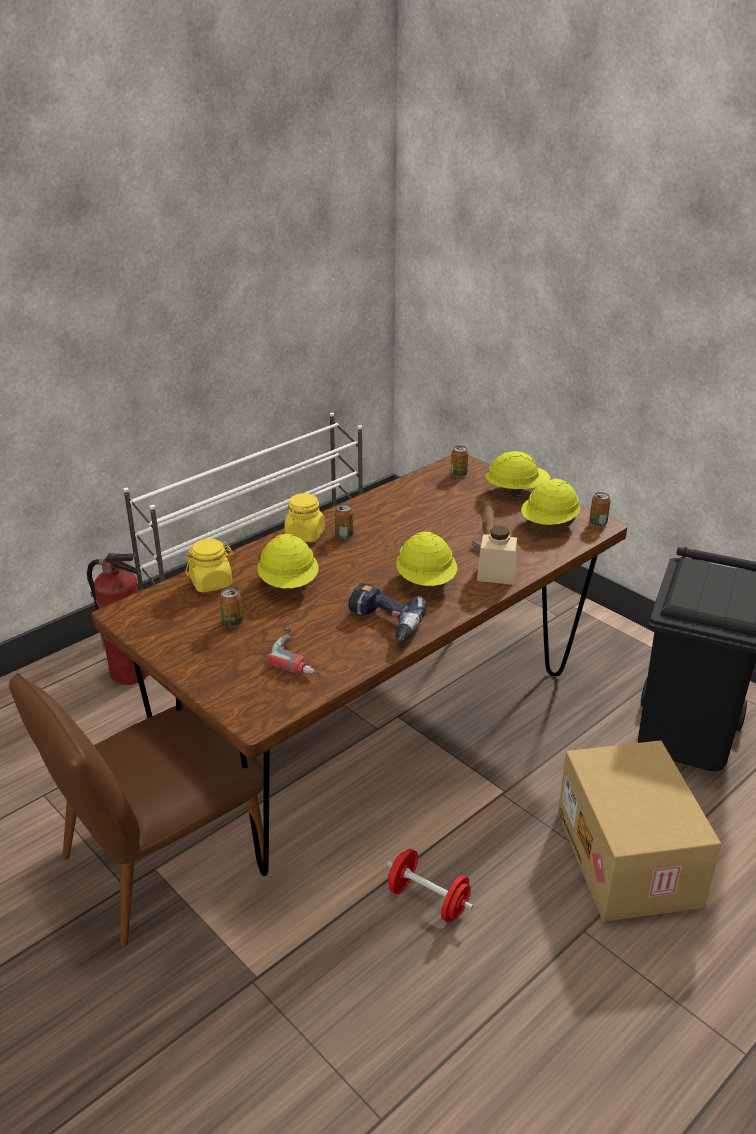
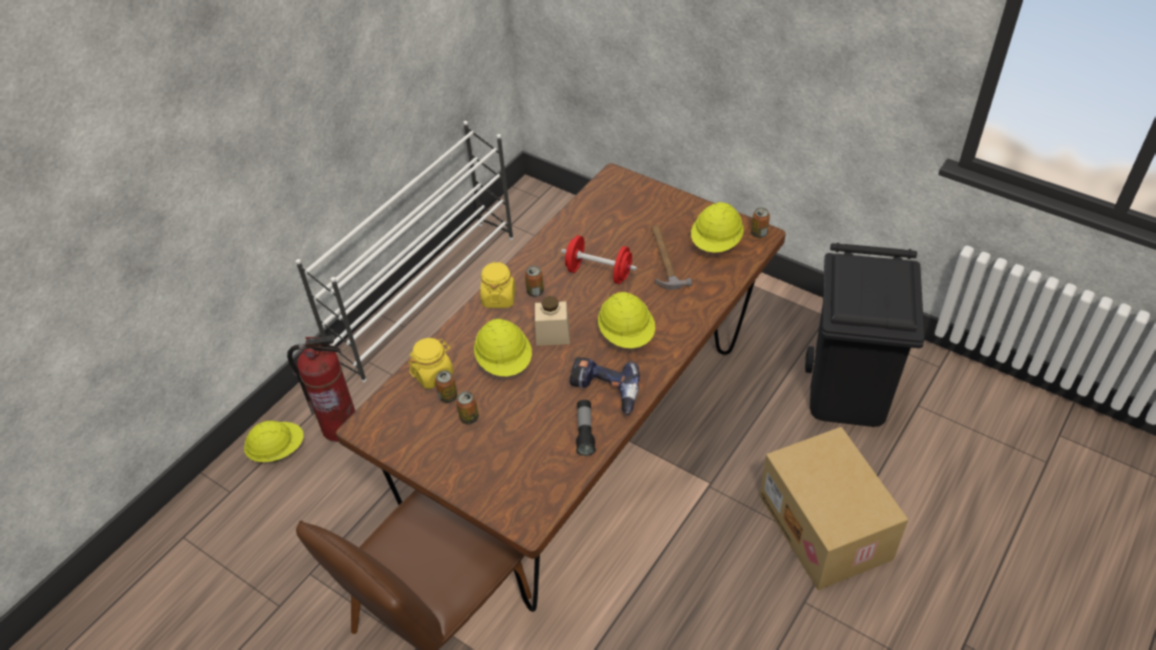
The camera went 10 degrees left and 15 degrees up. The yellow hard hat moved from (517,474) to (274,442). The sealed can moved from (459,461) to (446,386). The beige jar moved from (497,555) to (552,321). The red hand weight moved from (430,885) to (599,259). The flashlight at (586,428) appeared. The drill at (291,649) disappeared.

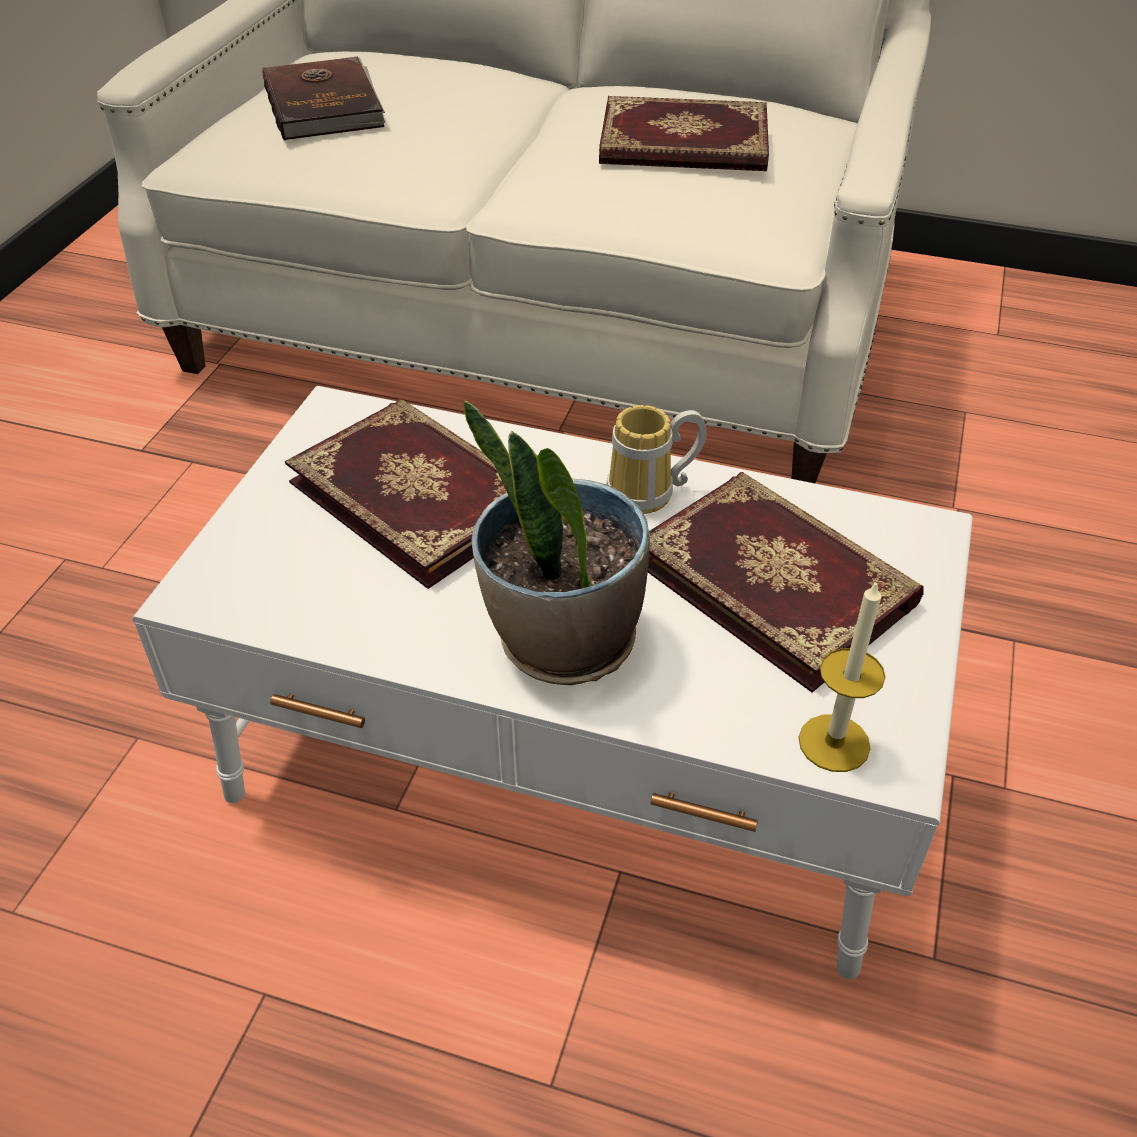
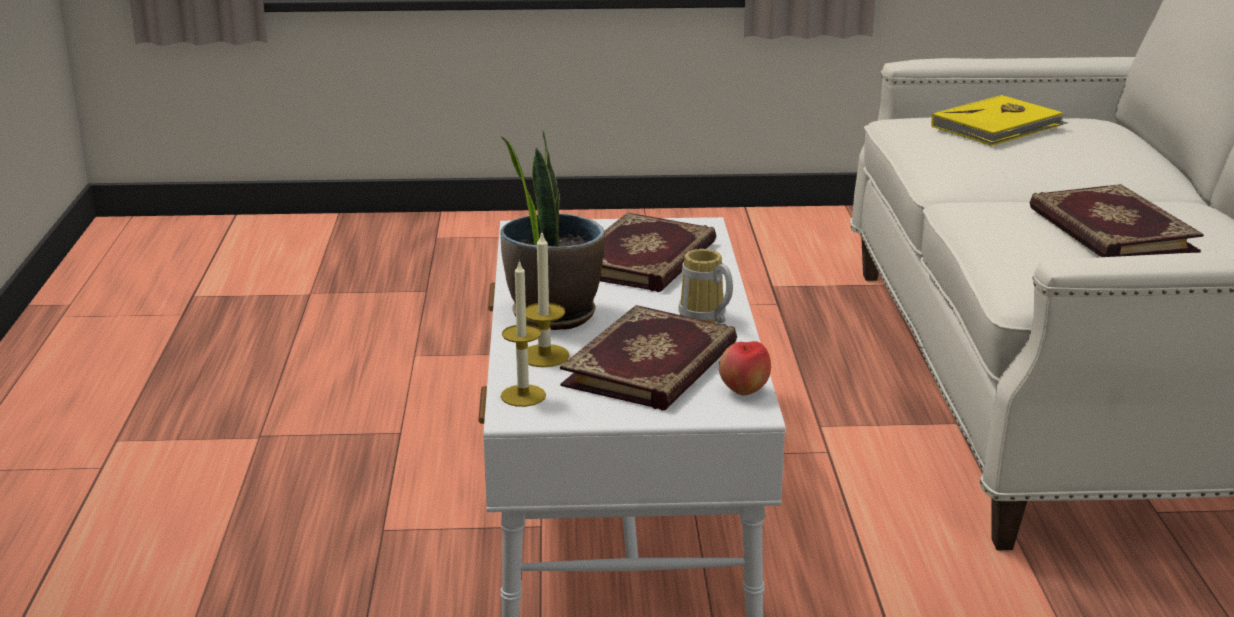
The camera went 70 degrees right and 20 degrees down. The wax candle at (548,300) appeared. The apple fruit at (745,368) appeared. The brownish bound book at (324,99) became the yellow bound book at (999,120).

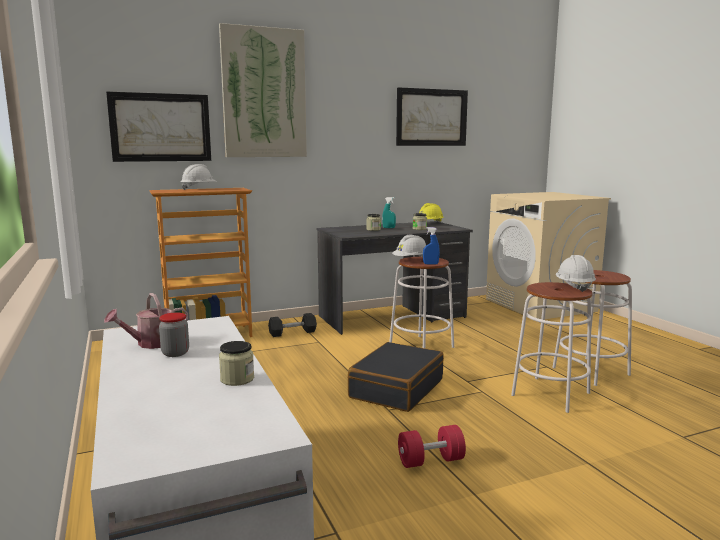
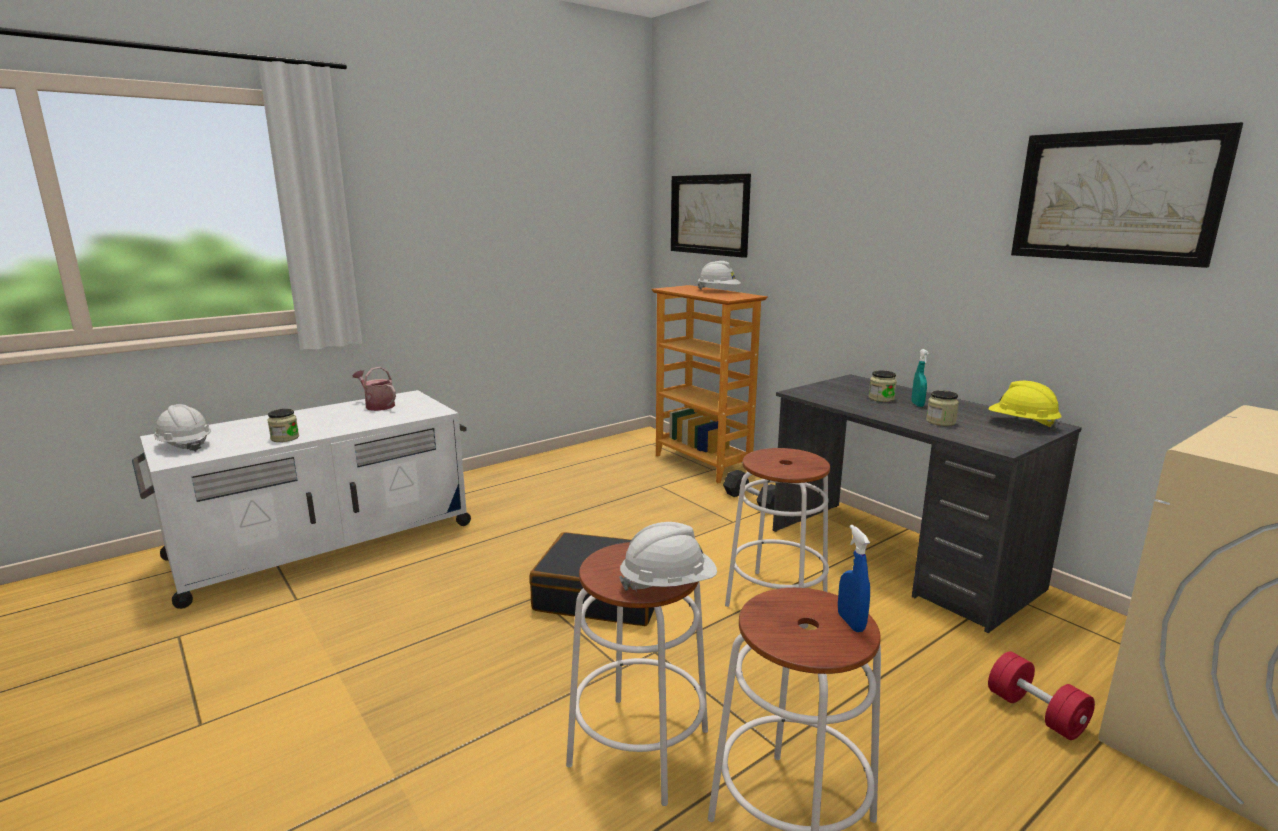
The camera went 75 degrees right and 5 degrees up. The white hard hat moved from (409,246) to (182,428). The blue spray bottle moved from (431,245) to (854,578). The red hand weight moved from (432,446) to (1041,695). The jar at (174,334) disappeared. The wall art at (263,90) disappeared.

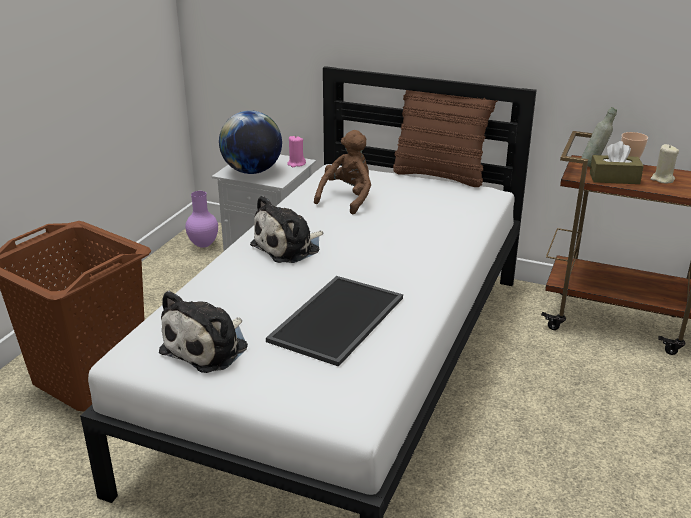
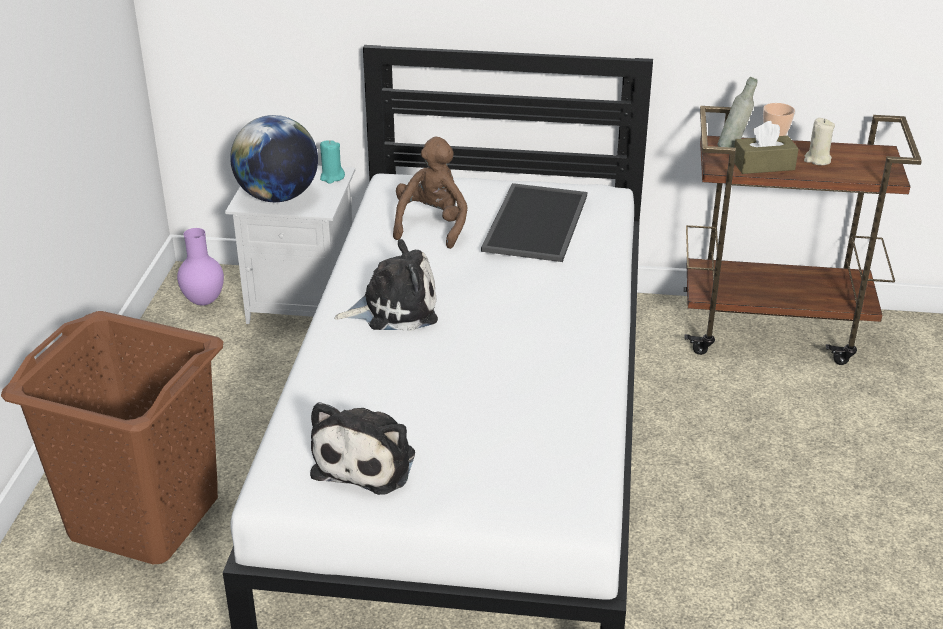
The camera went 15 degrees left and 5 degrees up. The pink-coloured wax candle at (296,151) became the blue-green wax candle at (332,162). The cuddly toy at (286,229) turned 135 degrees counterclockwise. The tray moved from (334,321) to (534,222). The brownish throw pillow at (445,138) disappeared.

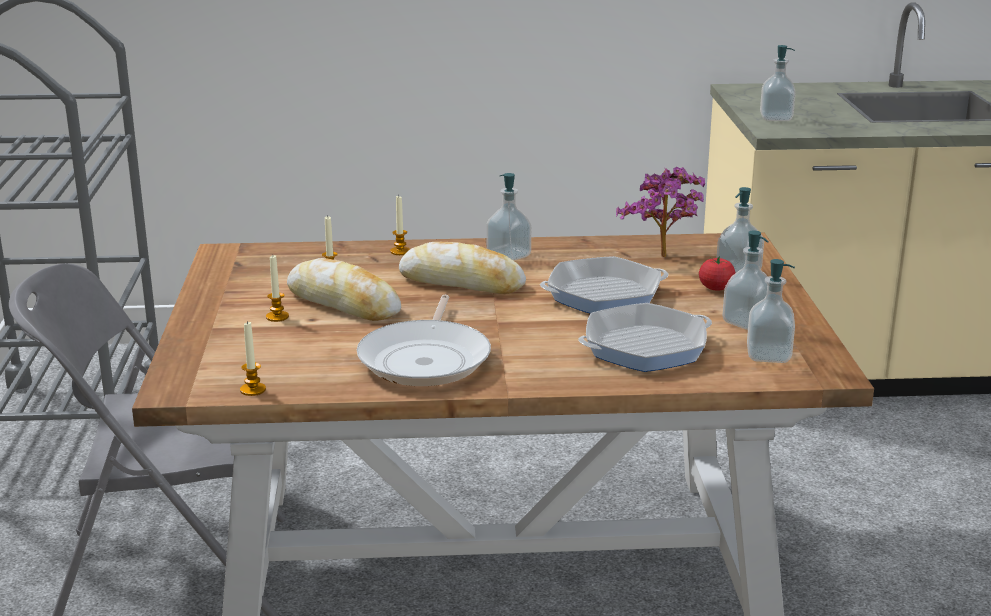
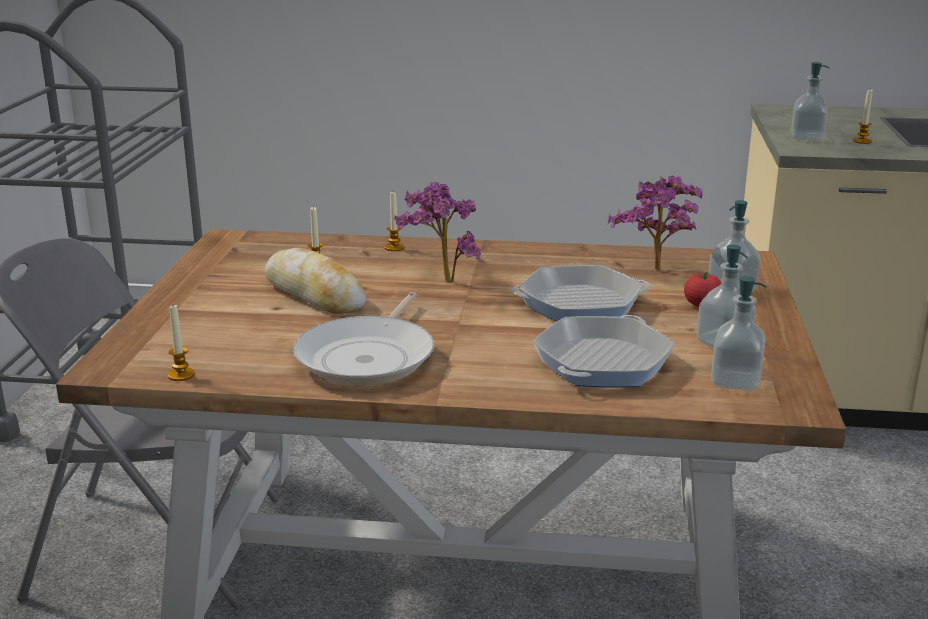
The camera went 10 degrees right and 0 degrees up. The bakery bread at (462,268) was replaced by the potted plant at (437,232). The skillet at (645,337) turned 45 degrees counterclockwise. The wax candle moved from (277,288) to (863,117). The soap dispenser at (509,216) disappeared.

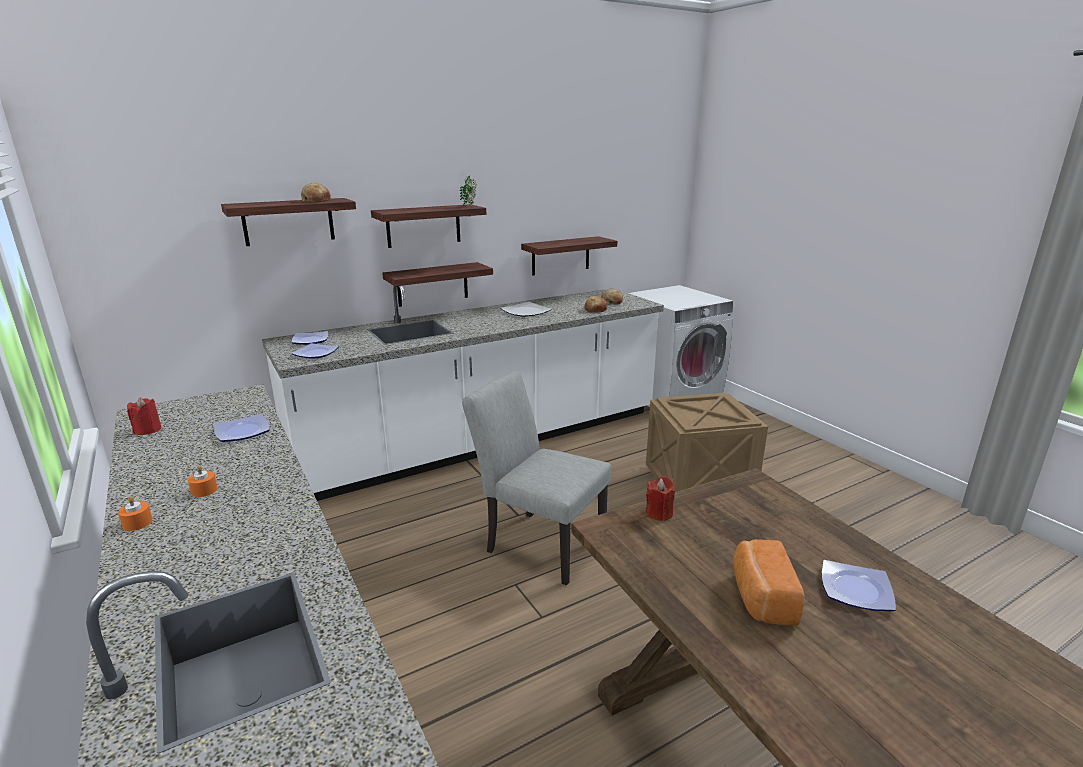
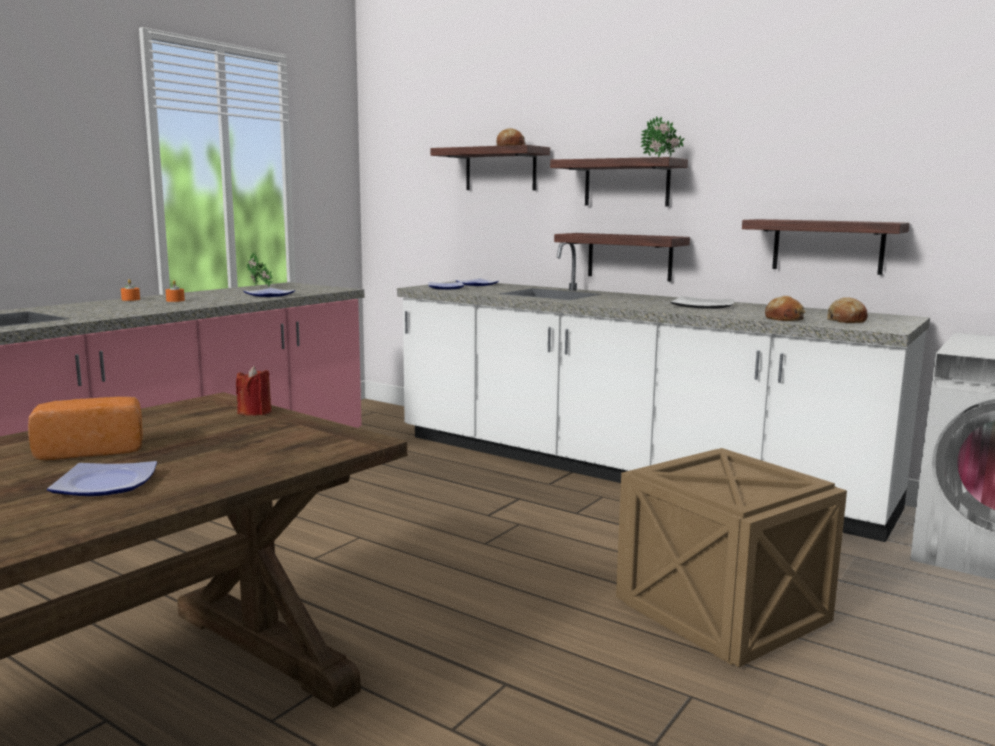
The camera went 65 degrees right and 10 degrees down. The red wax candle at (144,416) was replaced by the potted plant at (260,269). The grey plain chair at (536,478) disappeared.

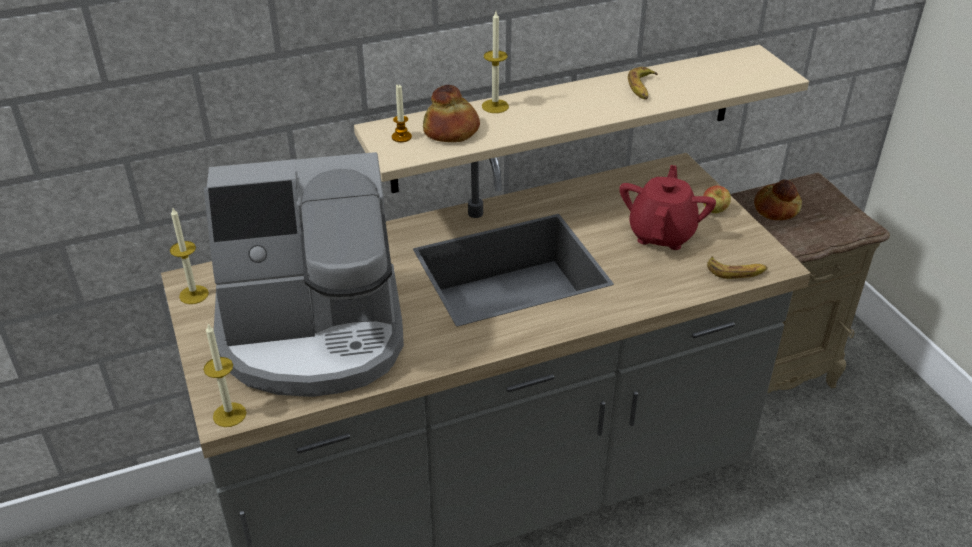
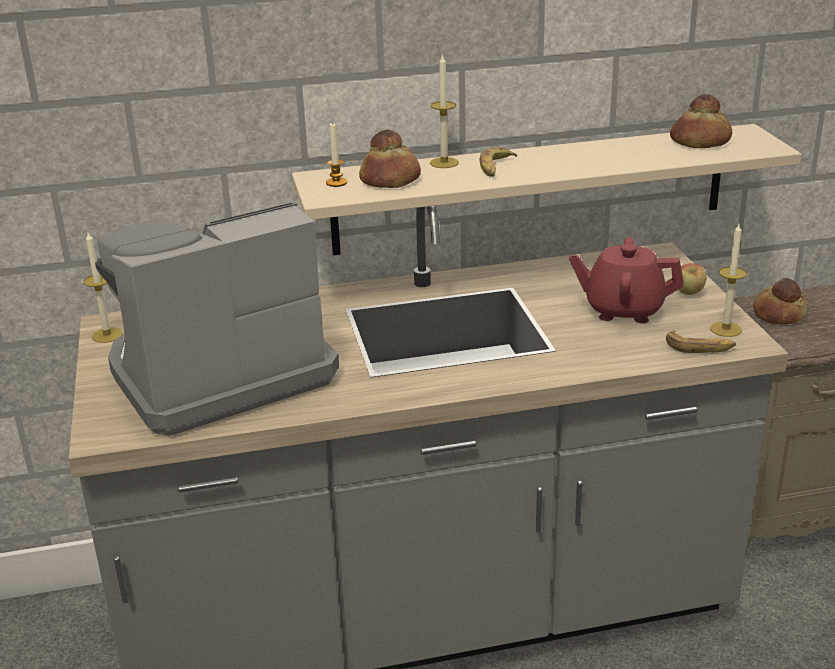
The camera went 10 degrees right and 10 degrees down. The coffee machine at (304,274) turned 150 degrees clockwise. The banana fruit moved from (643,83) to (498,162). The red teapot at (667,207) turned 105 degrees counterclockwise. The bakery bread at (701,121) appeared. The wax candle moved from (224,375) to (728,280).

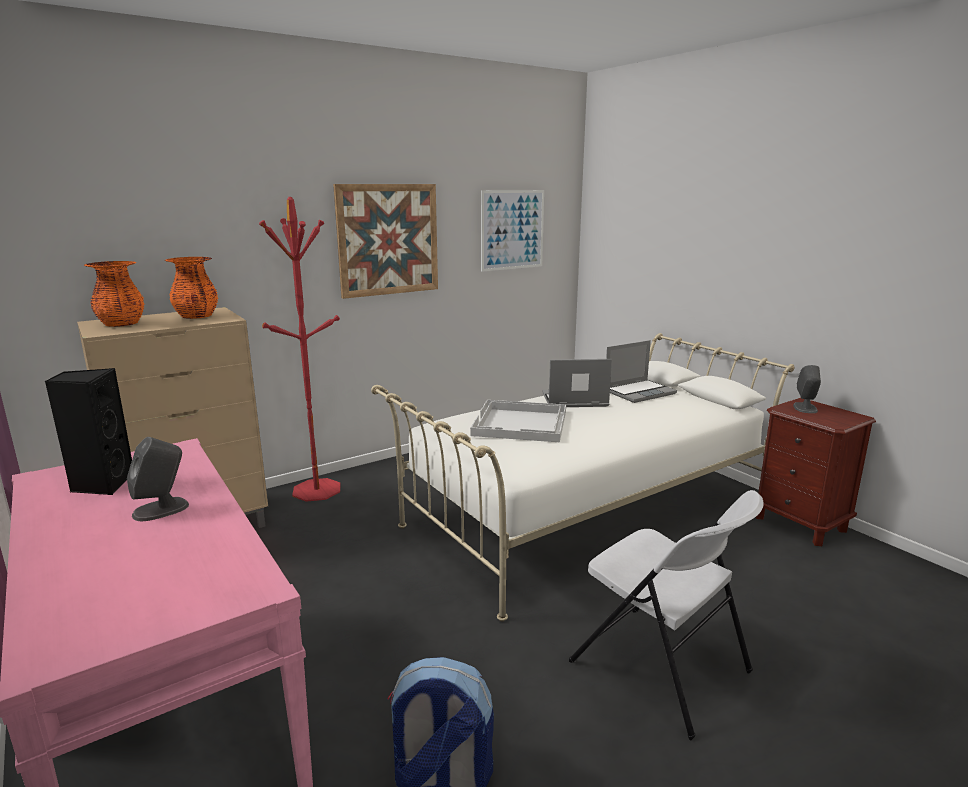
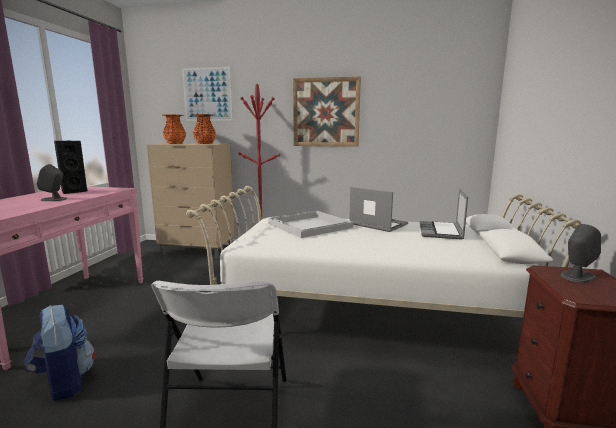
The camera went 45 degrees right and 5 degrees down. The wall art moved from (512,231) to (207,94). The portable computer at (641,371) turned 90 degrees clockwise.

